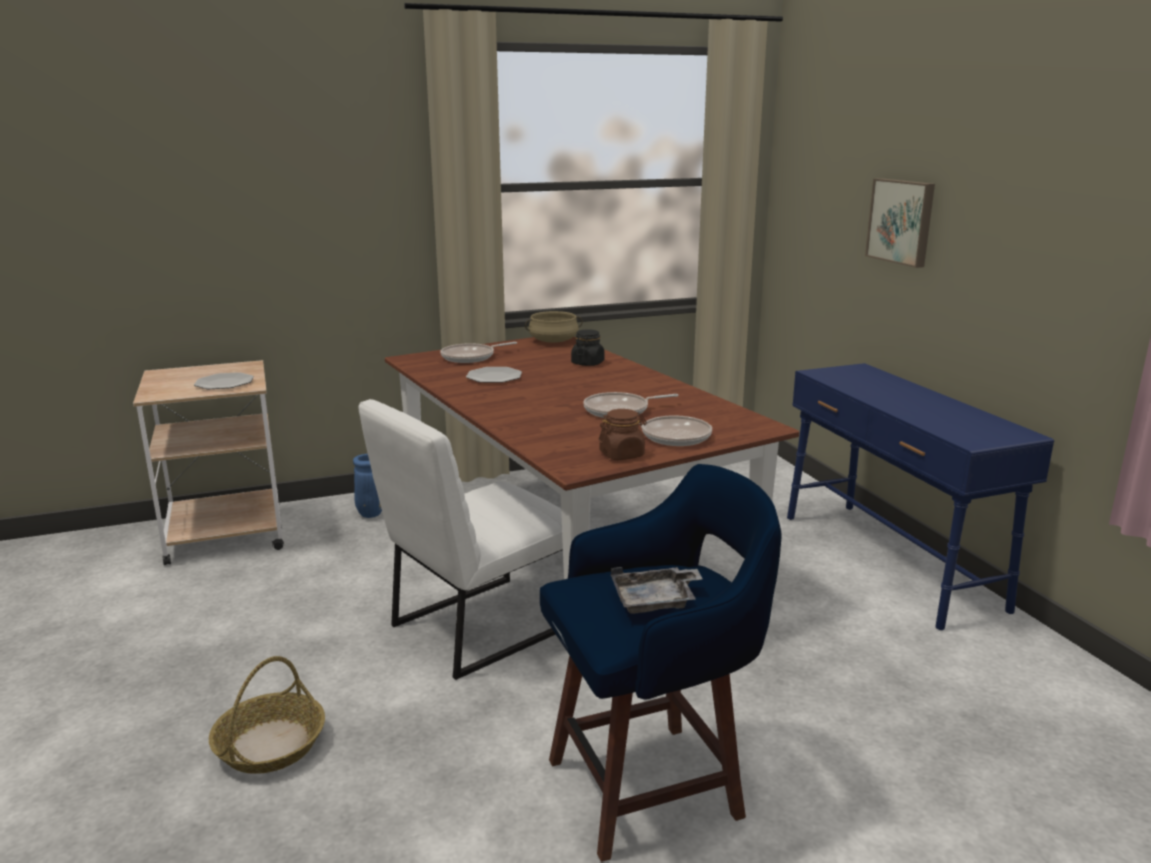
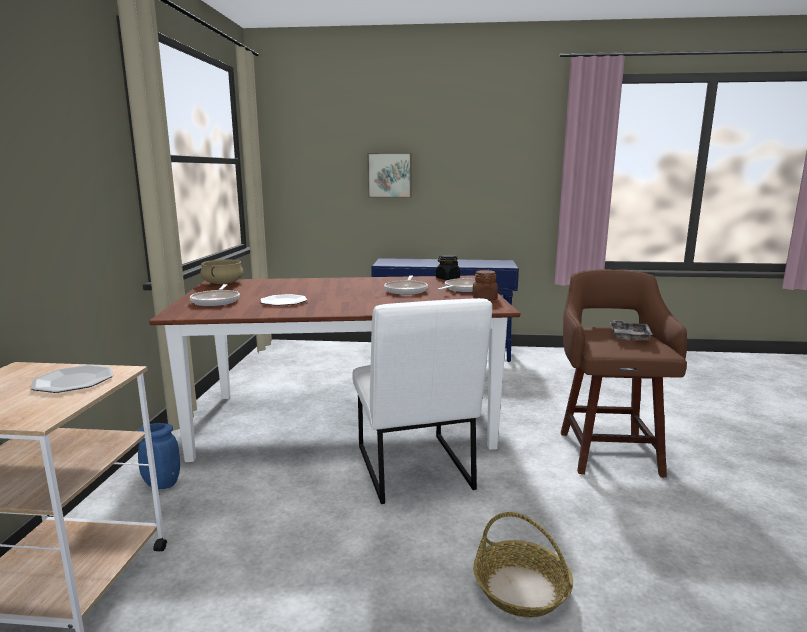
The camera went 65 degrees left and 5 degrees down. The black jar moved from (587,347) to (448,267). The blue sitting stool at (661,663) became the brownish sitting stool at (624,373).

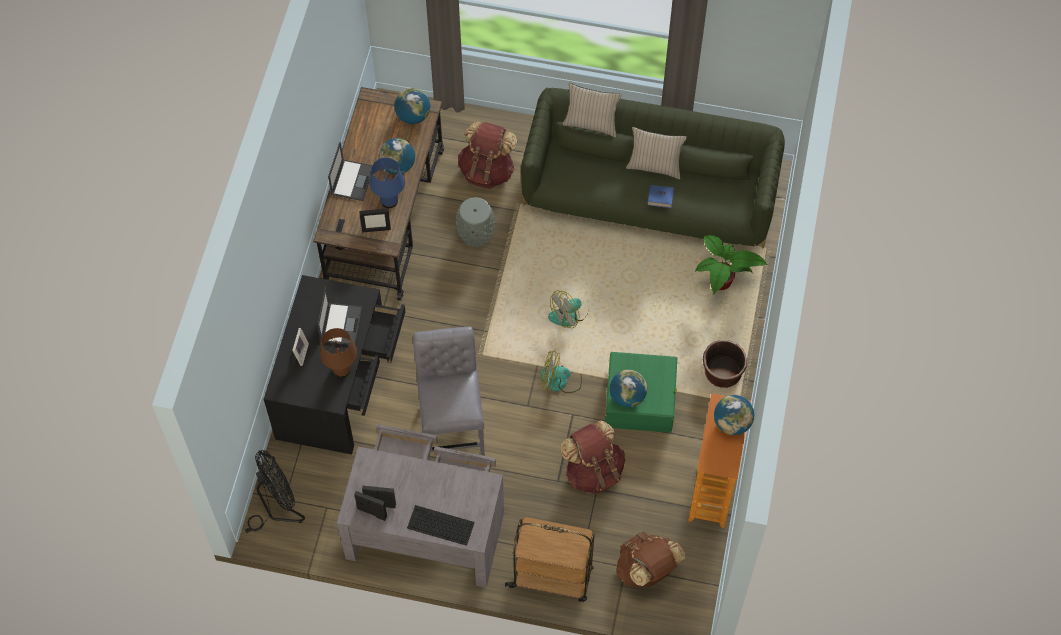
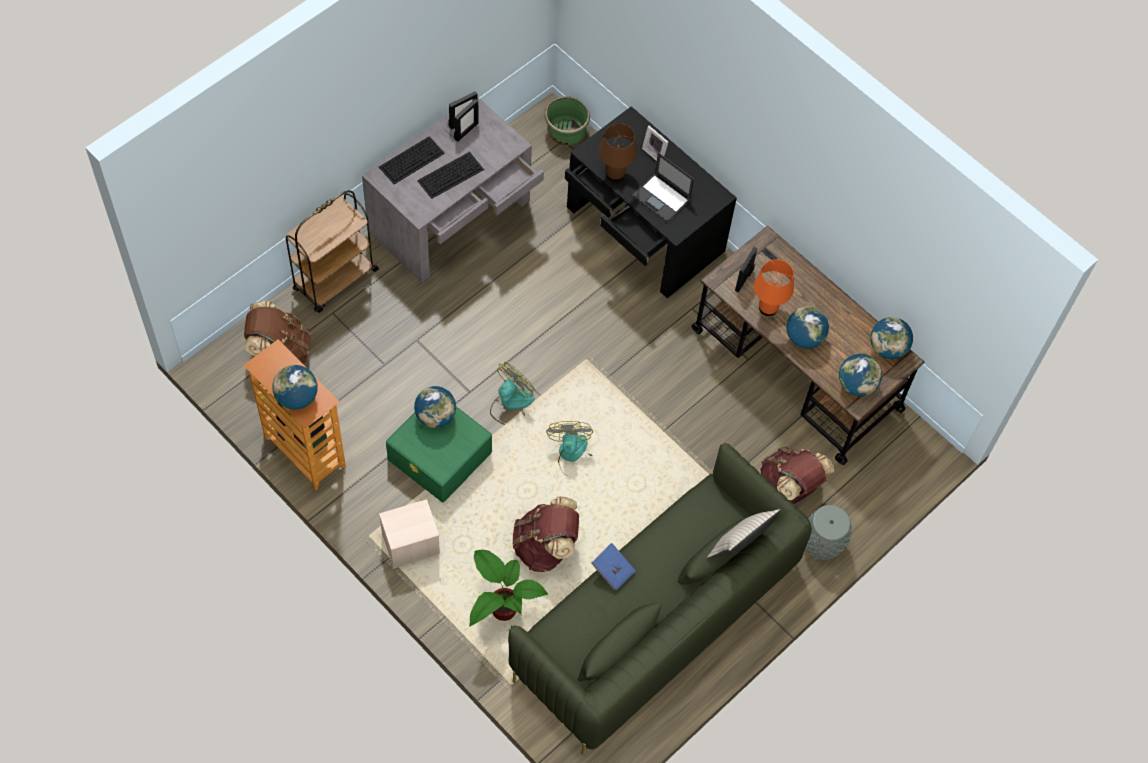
The camera went 120 degrees right and 0 degrees up. The brownish flower pot at (725,364) was replaced by the beige storage container at (409,534). The PC keyboard at (450,175) appeared. The brownish rucksack moved from (592,457) to (545,534). The black electric fan at (274,491) was replaced by the green-coloured flower pot at (567,121). The blue table lamp at (387,183) became the orange-coloured table lamp at (774,287). The grey sitting stool moved from (475,222) to (829,532). The world globe at (891,338) appeared. The portable computer at (350,171) disappeared. The grey plain chair at (449,393) disappeared. The beige throw pillow at (656,153) disappeared.

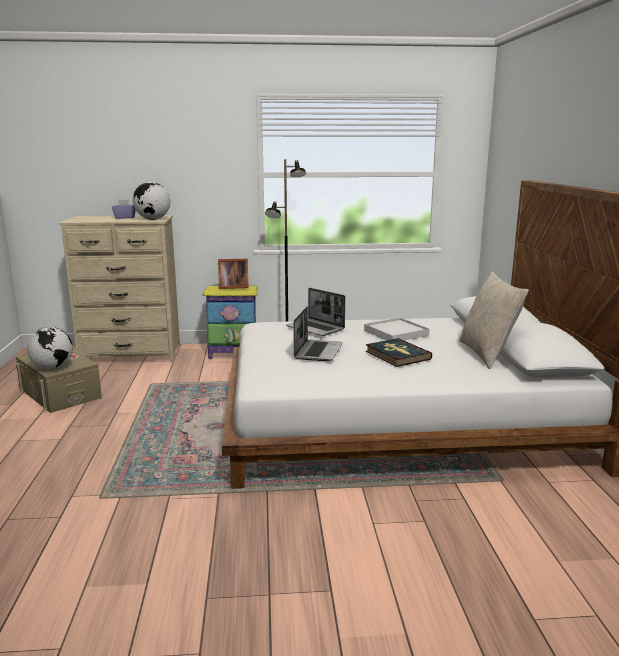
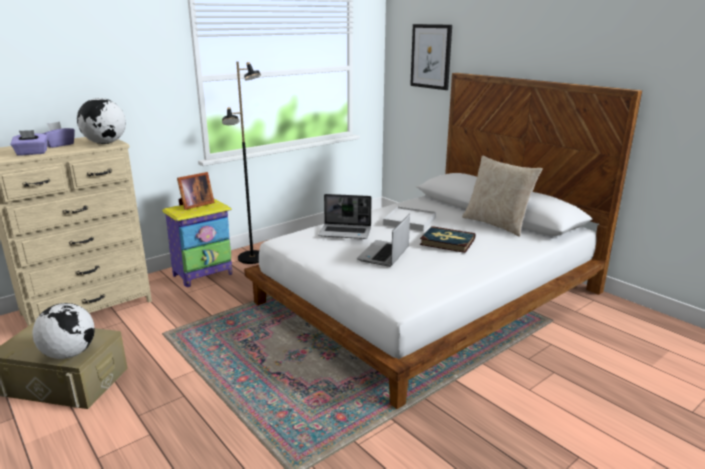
The camera went 35 degrees left and 5 degrees up. The purple tissue box at (29,142) appeared. The portable computer at (318,333) turned 135 degrees counterclockwise. The wall art at (431,57) appeared.

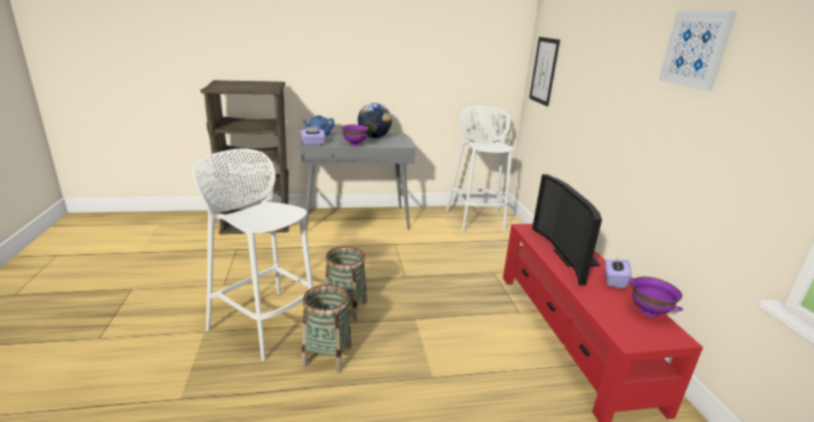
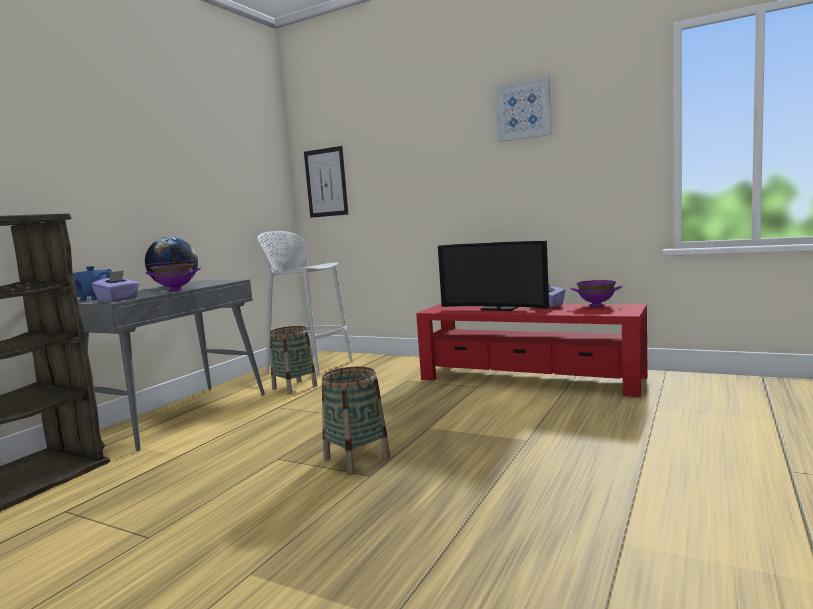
The camera went 50 degrees left and 15 degrees down. The storage basket moved from (326,328) to (294,360). The white sitting stool at (253,254) disappeared.

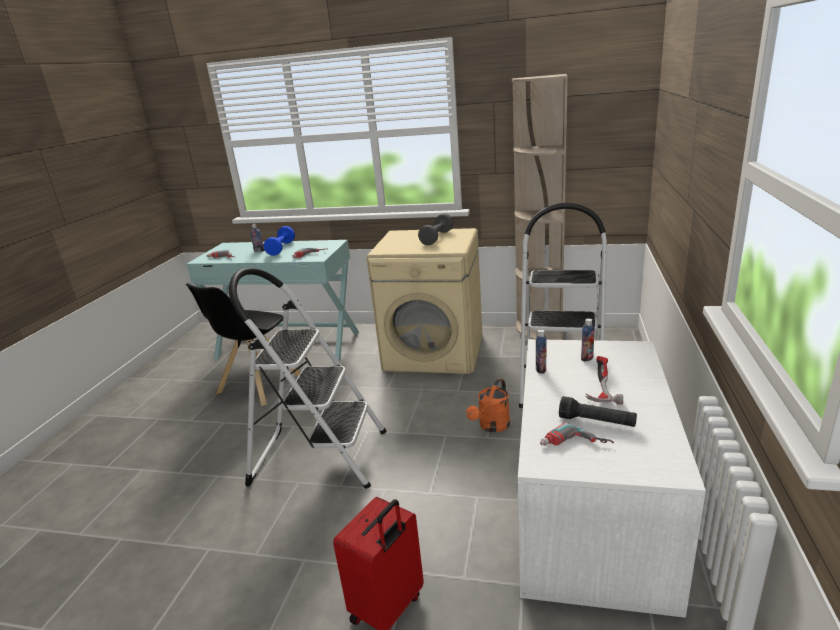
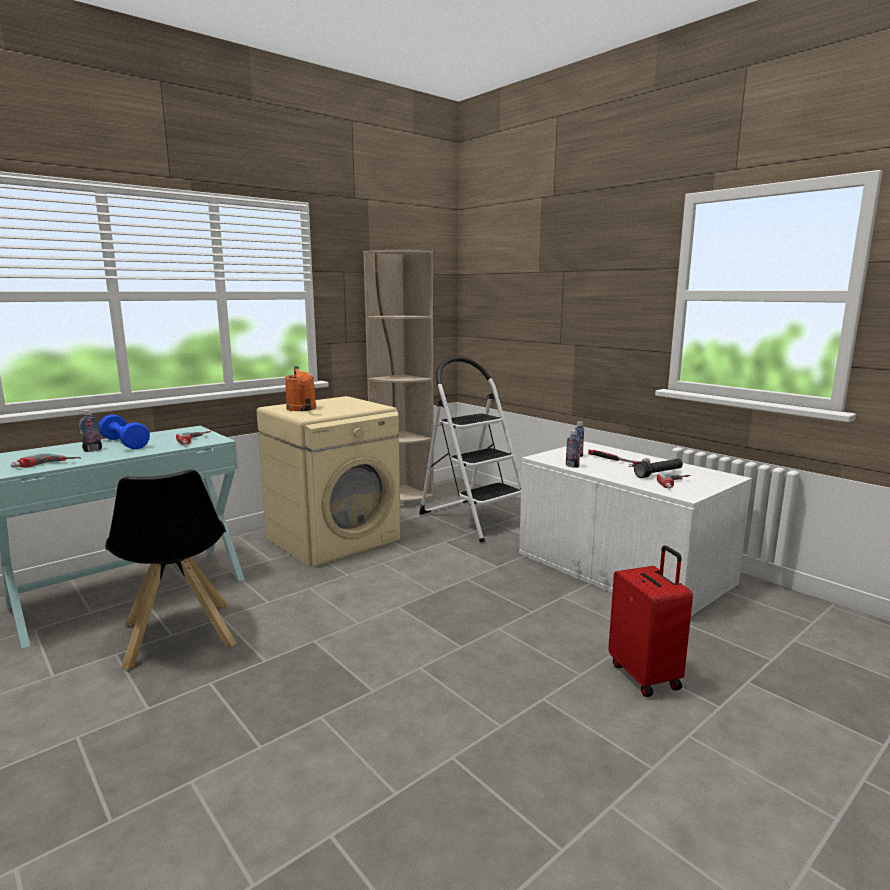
The camera went 55 degrees left and 10 degrees down. The orange-coloured watering can moved from (488,405) to (300,388). The stepladder at (308,378) disappeared. The grey hand weight at (435,229) disappeared.

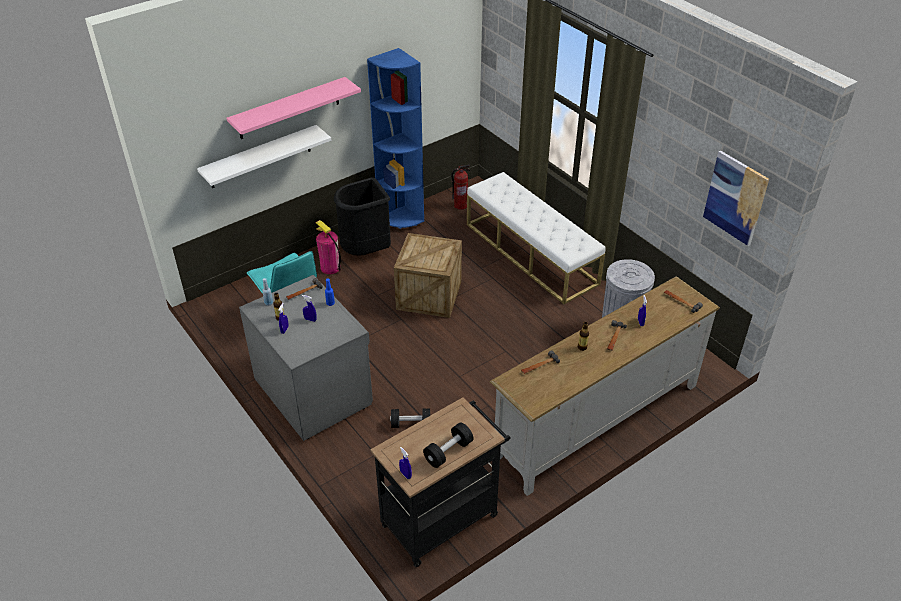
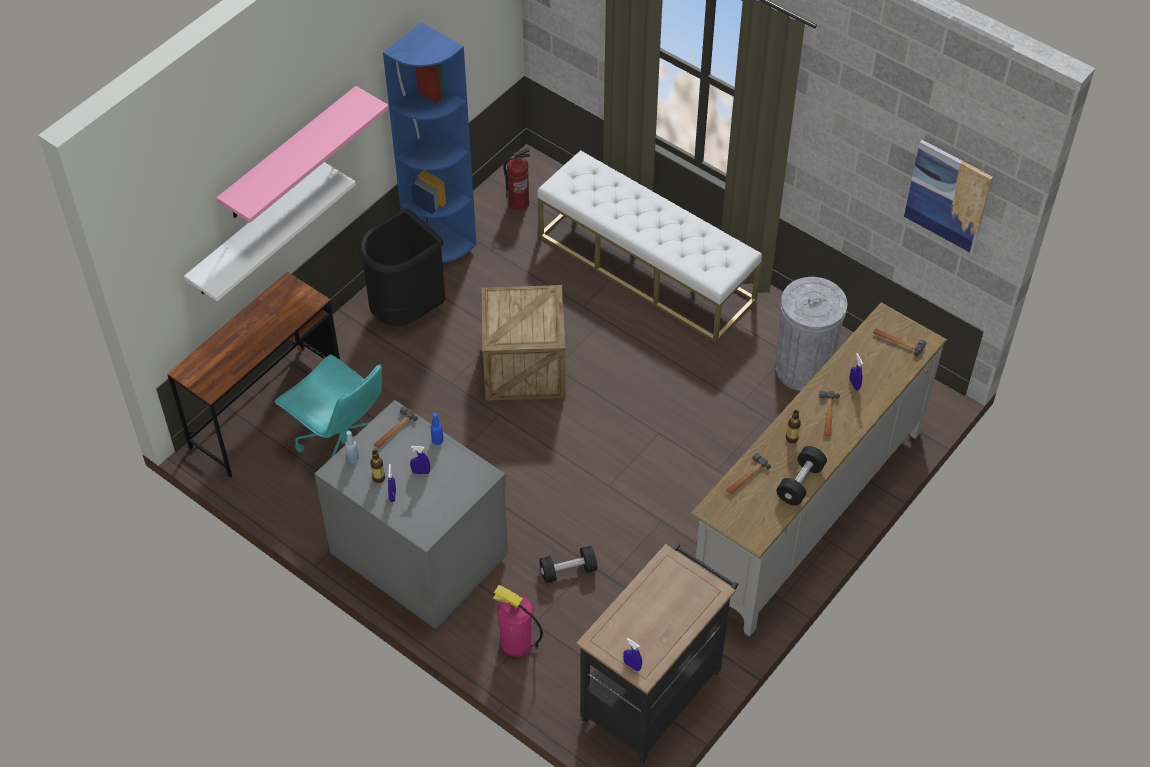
The camera went 15 degrees left and 10 degrees up. The brownish desk at (253,374) appeared. The fire-fighting cylinder moved from (328,247) to (517,621). The black hand weight moved from (448,445) to (801,475).

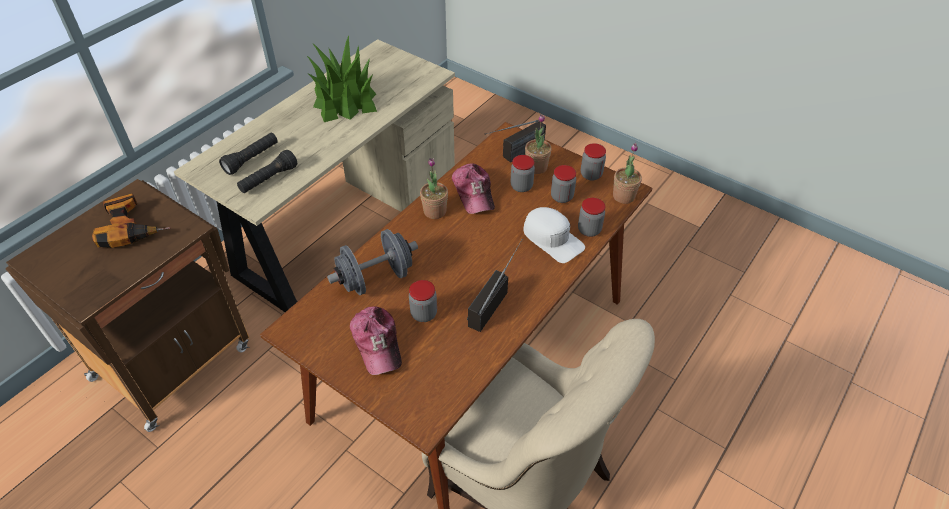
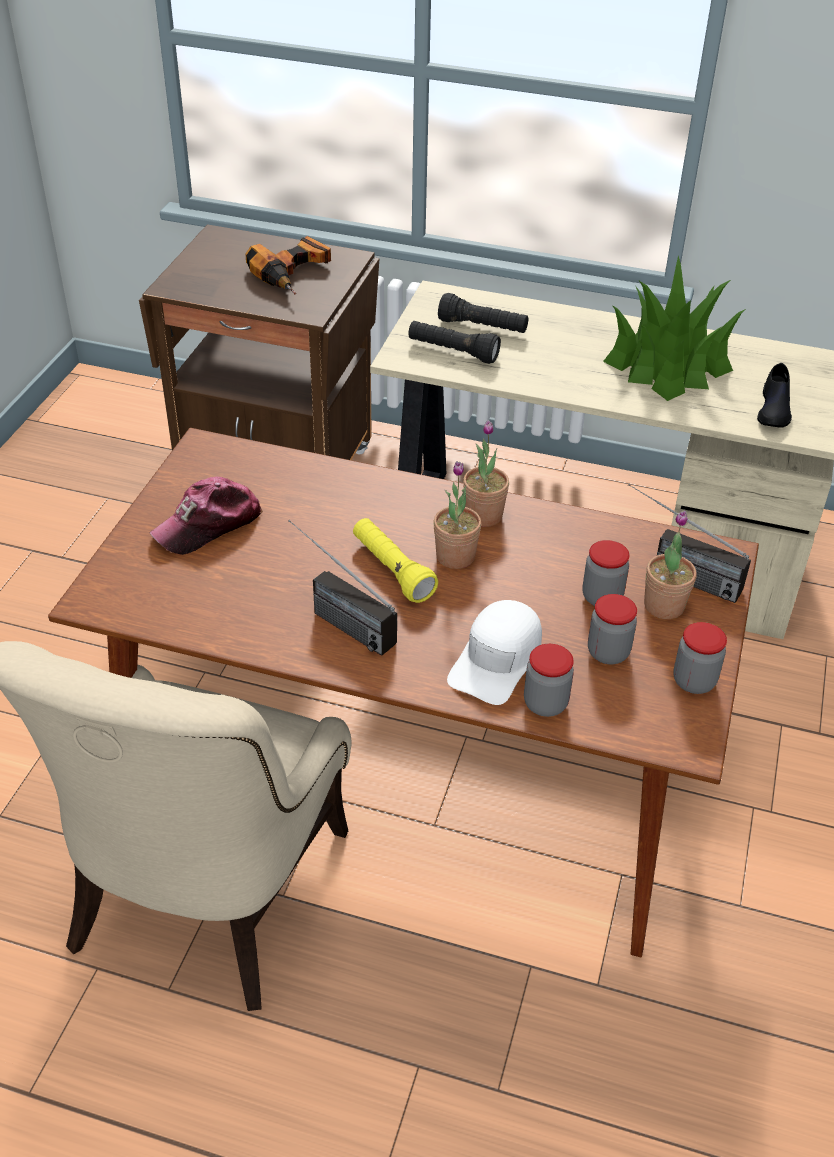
The camera went 70 degrees right and 5 degrees down. The radio at (495,285) turned 150 degrees counterclockwise. The yellow flashlight at (395,560) appeared. The potted plant moved from (627,173) to (457,515). The black low shoe at (774,395) appeared. The grey hand weight at (372,262) disappeared. The jar at (423,301) disappeared. The baseball cap at (473,188) disappeared.

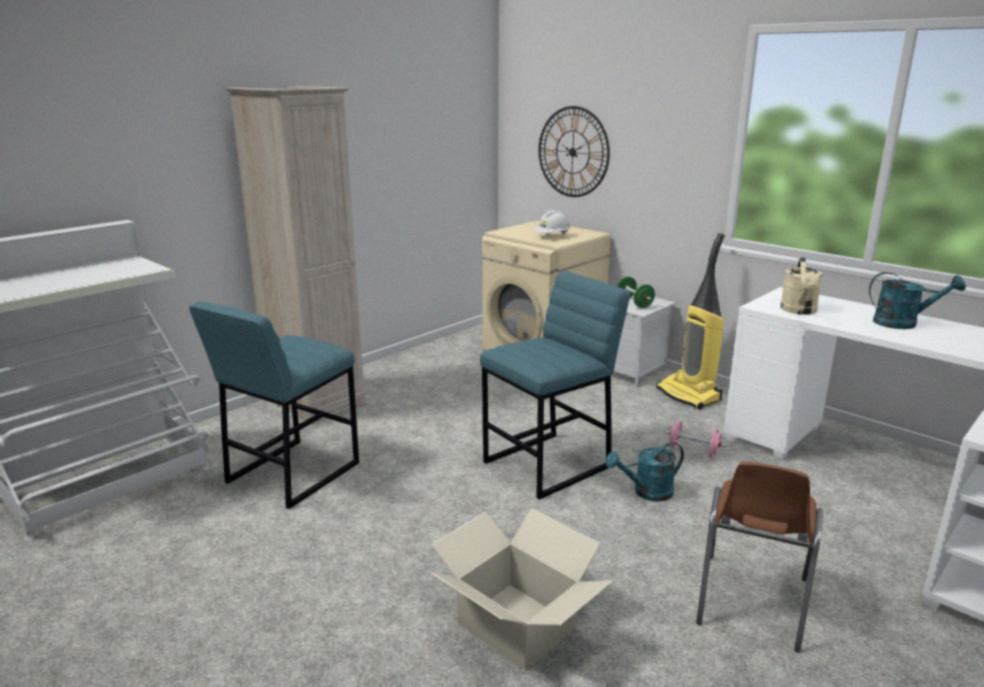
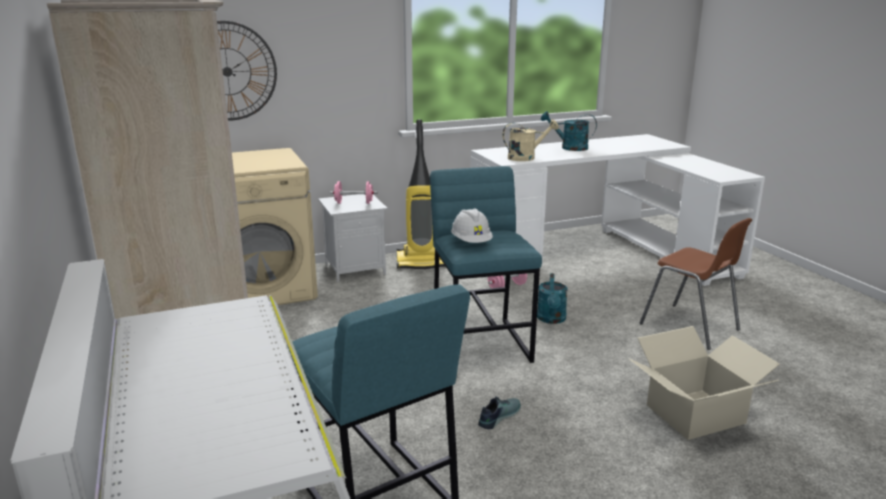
The camera went 65 degrees left and 0 degrees up. The green-coloured hand weight at (636,292) became the pink-coloured hand weight at (353,192). The white hard hat moved from (552,222) to (472,225). The low shoe at (499,412) appeared. The beige watering can at (801,286) turned 60 degrees counterclockwise. The blue-green watering can at (917,300) turned 105 degrees counterclockwise.

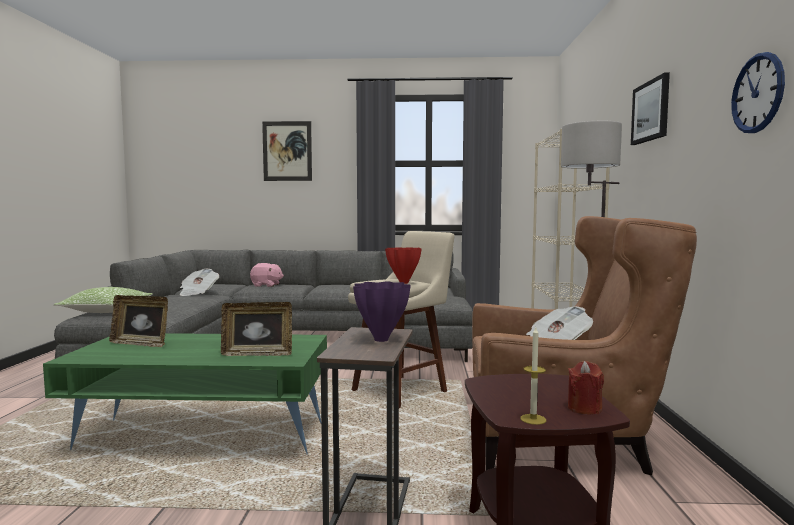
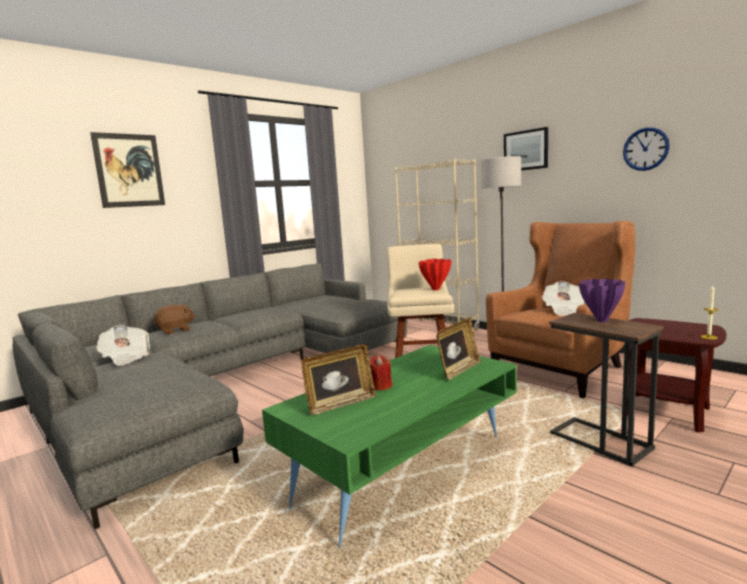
The camera went 45 degrees left and 5 degrees up. The pink-coloured cuddly toy at (267,275) became the brownish cuddly toy at (174,319). The red wax candle moved from (586,387) to (381,373). The throw pillow at (103,300) disappeared.

